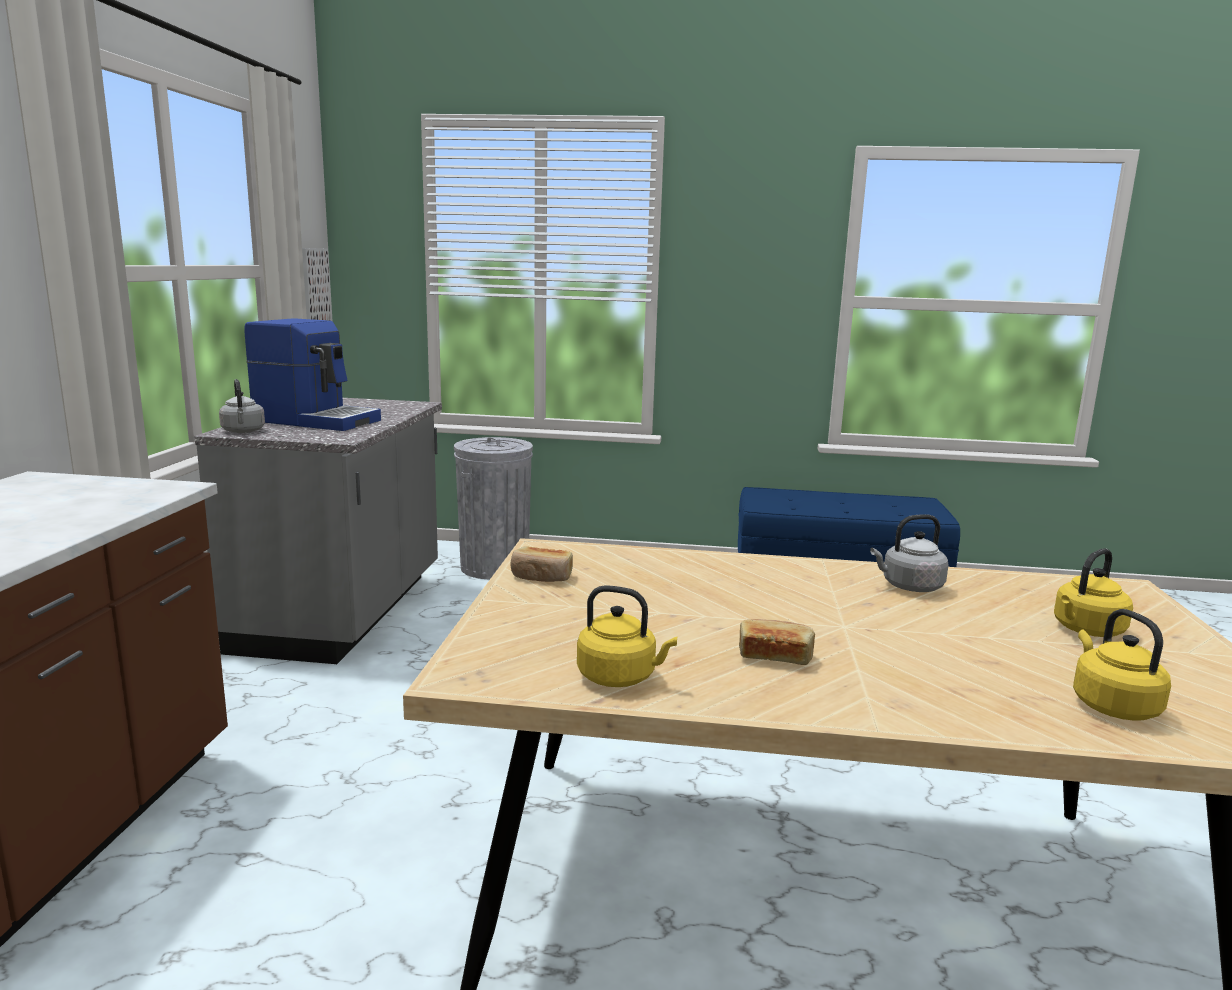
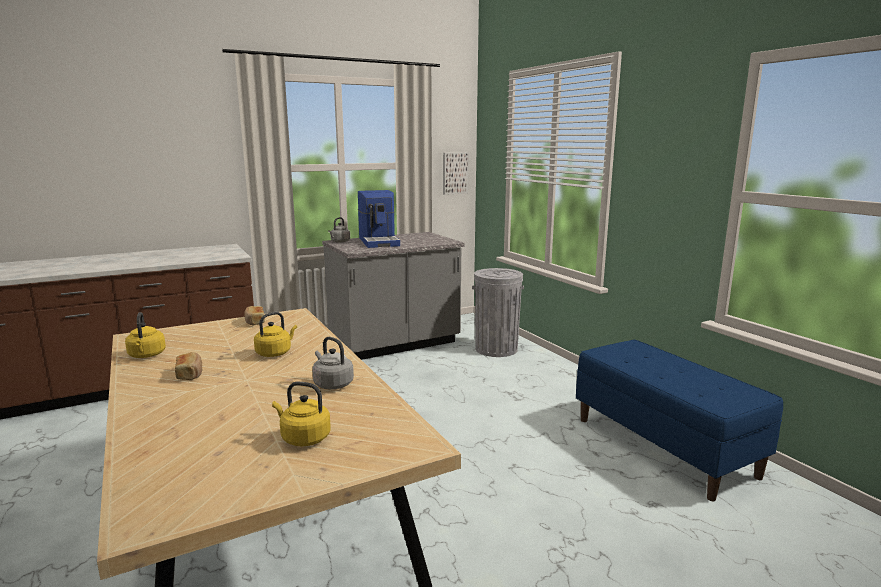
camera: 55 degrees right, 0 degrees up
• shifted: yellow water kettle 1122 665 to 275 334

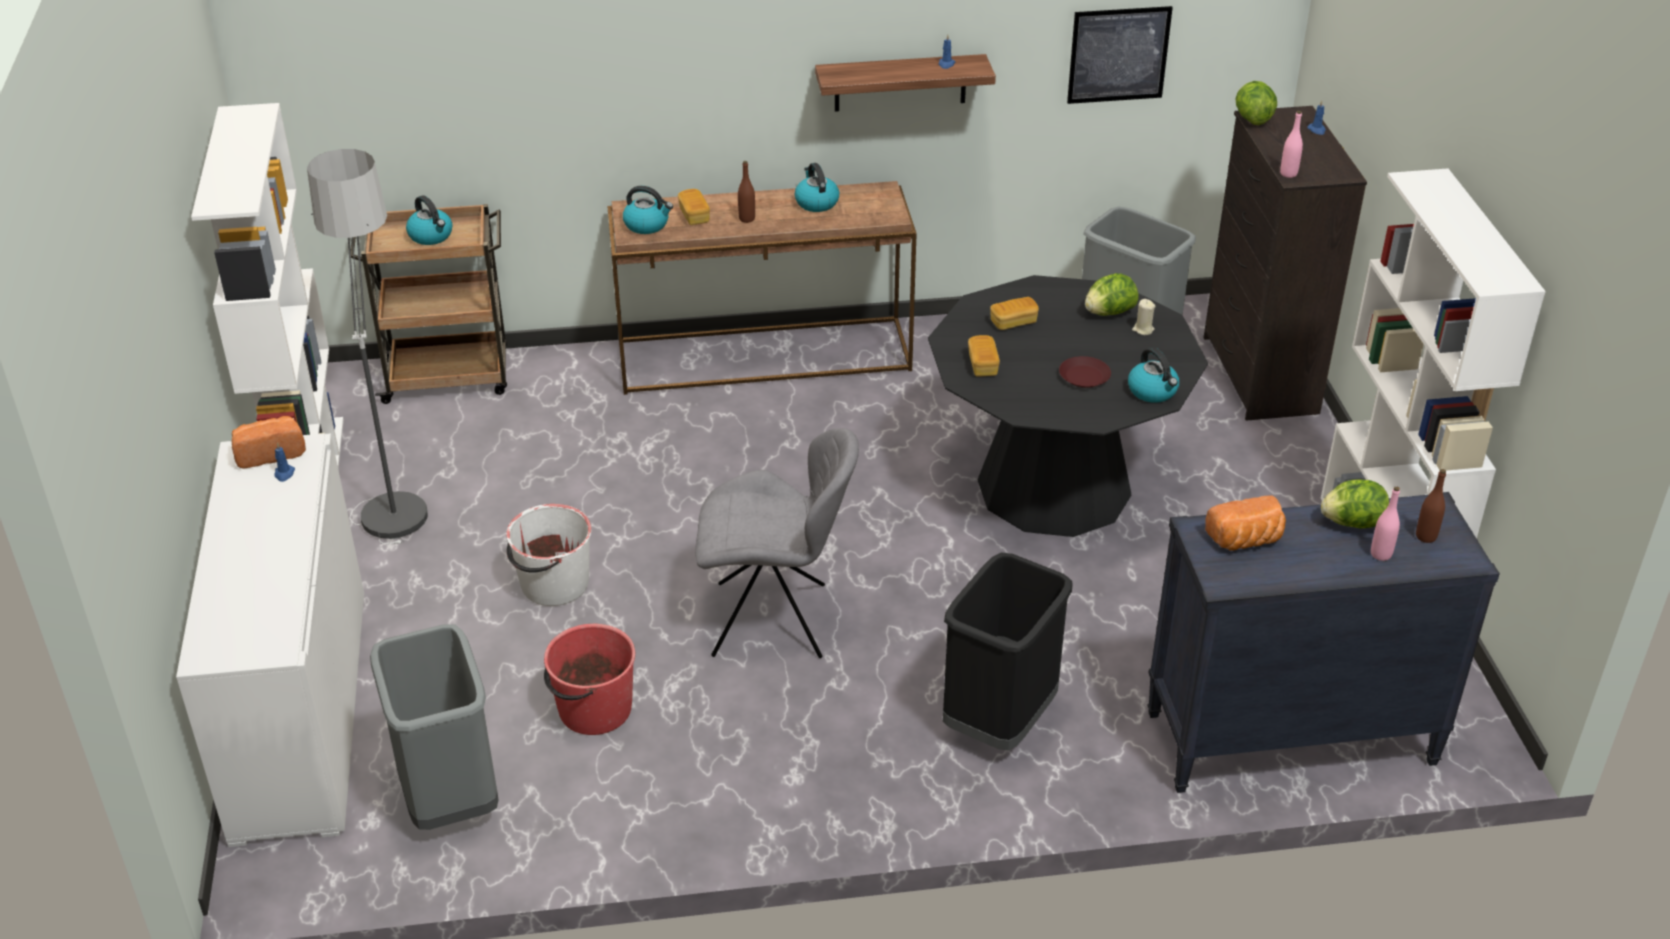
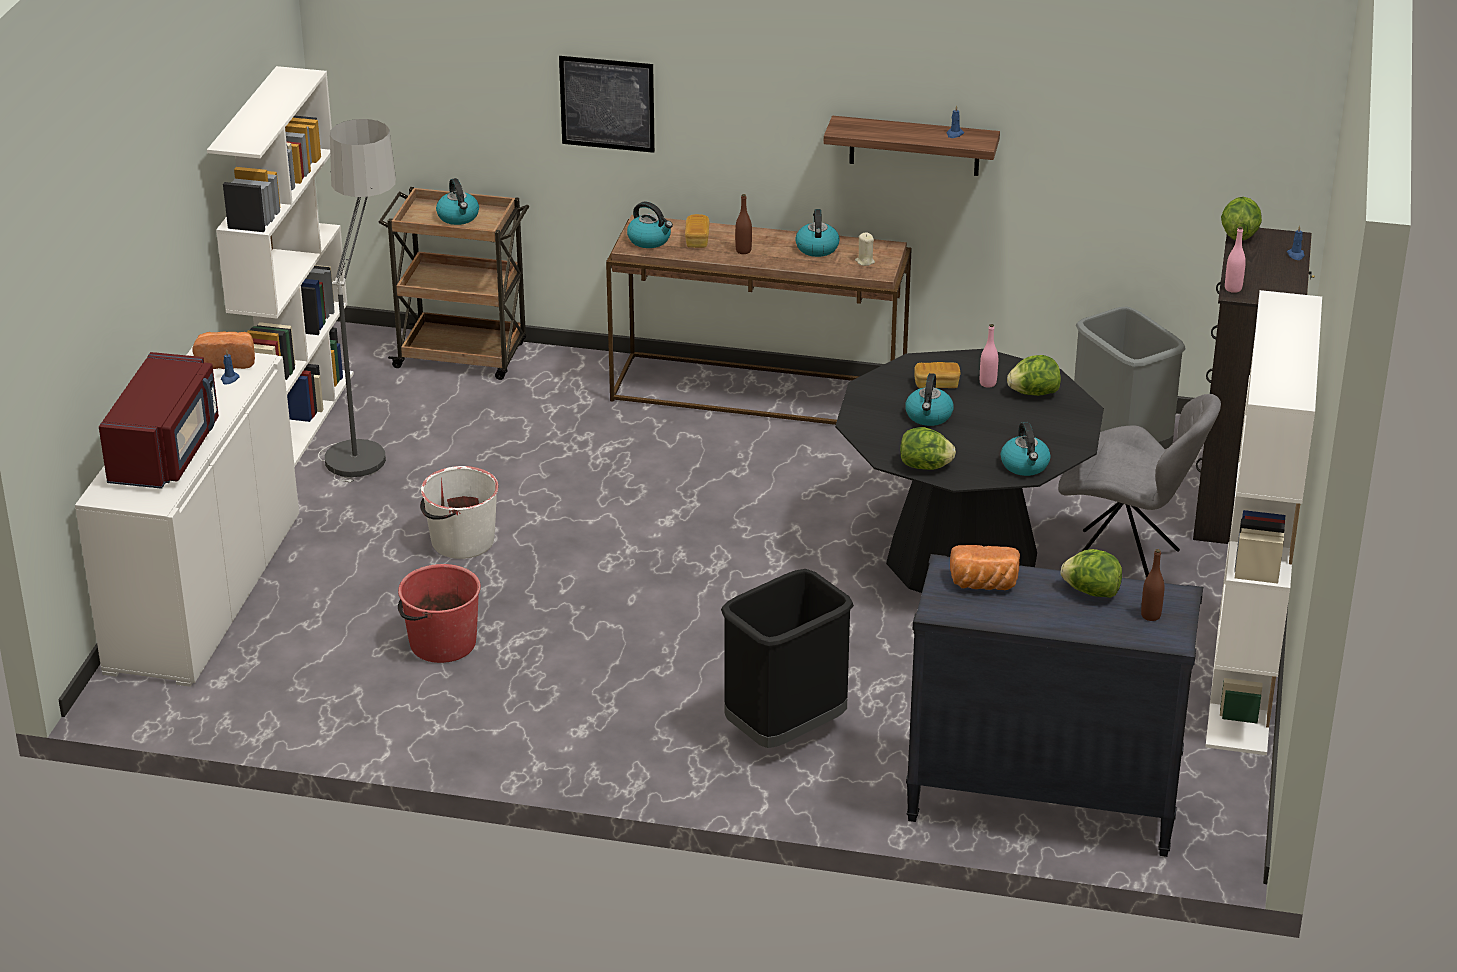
camera: 20 degrees right, 5 degrees down
• shifted: wall picture 1120 55 to 607 104
• shifted: beige-coloured candle 1143 317 to 865 249
• gone: baked bread 984 355
• gone: brown-coloured dinner plate 1085 372
• shifted: greyish chair 777 543 to 1139 486
• shifted: pink drink bottle 1385 523 to 989 356
• gone: greyish waste bin 434 727
• new: red-coloured kitchen microwave 159 420
• new: water kettle 929 399
• new: head of lettuce 928 448

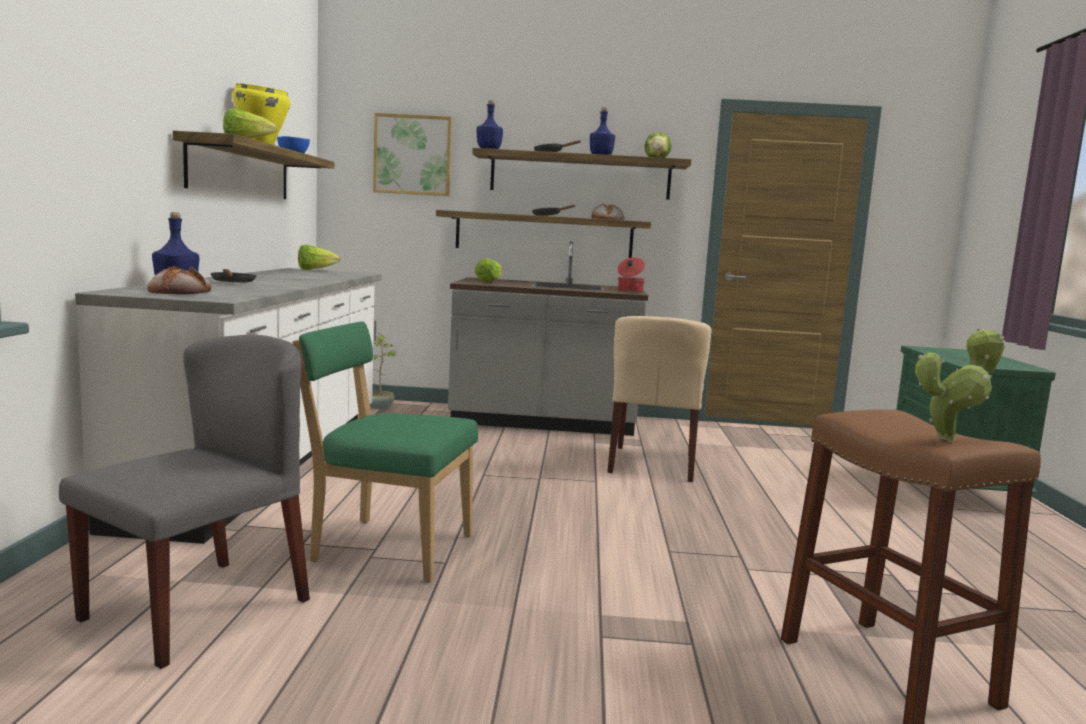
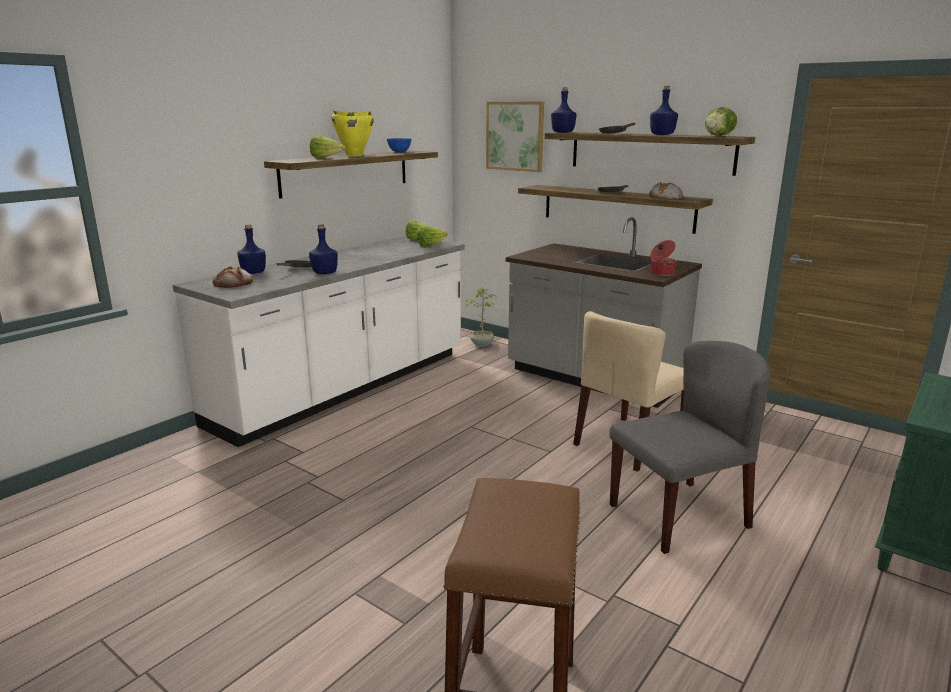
camera: 35 degrees right, 10 degrees up
• shifted: head of lettuce 488 270 to 432 236
• gone: green chair 385 451
• gone: houseplant 960 384
• shifted: greyish chair 184 502 to 689 447
• new: bluish drink bottle 323 249

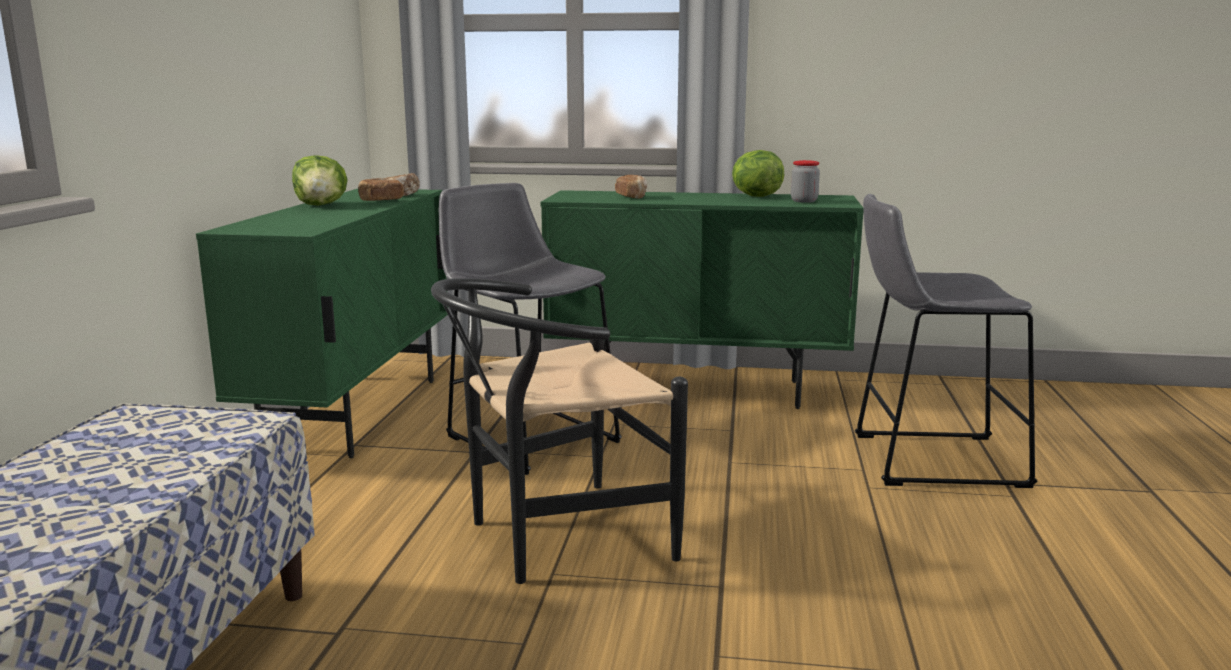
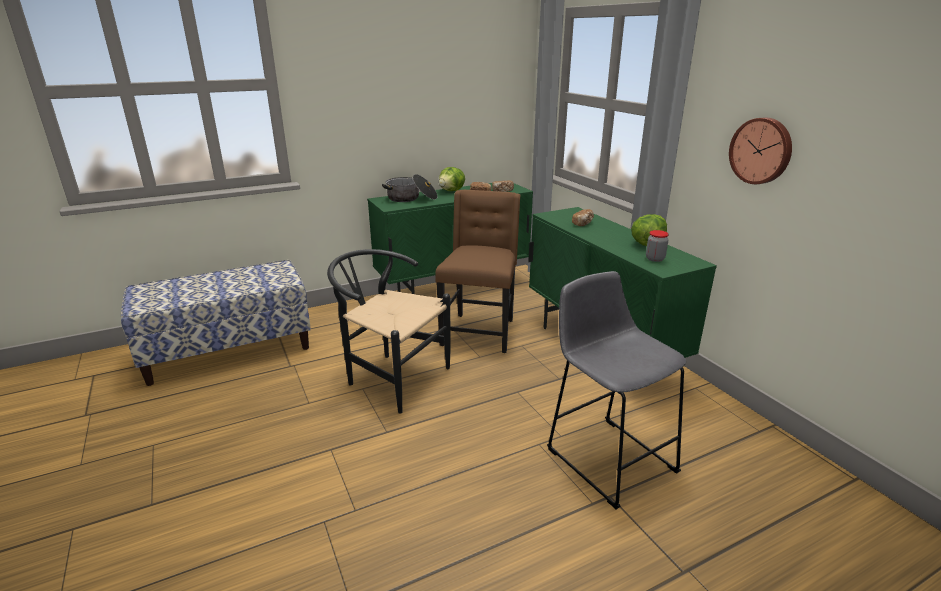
camera: 55 degrees right, 10 degrees up
• swapped: greyish stool 530 329 to brown-coloured chair 478 271
• new: hanging clock 760 150
• new: cooking pot 410 188

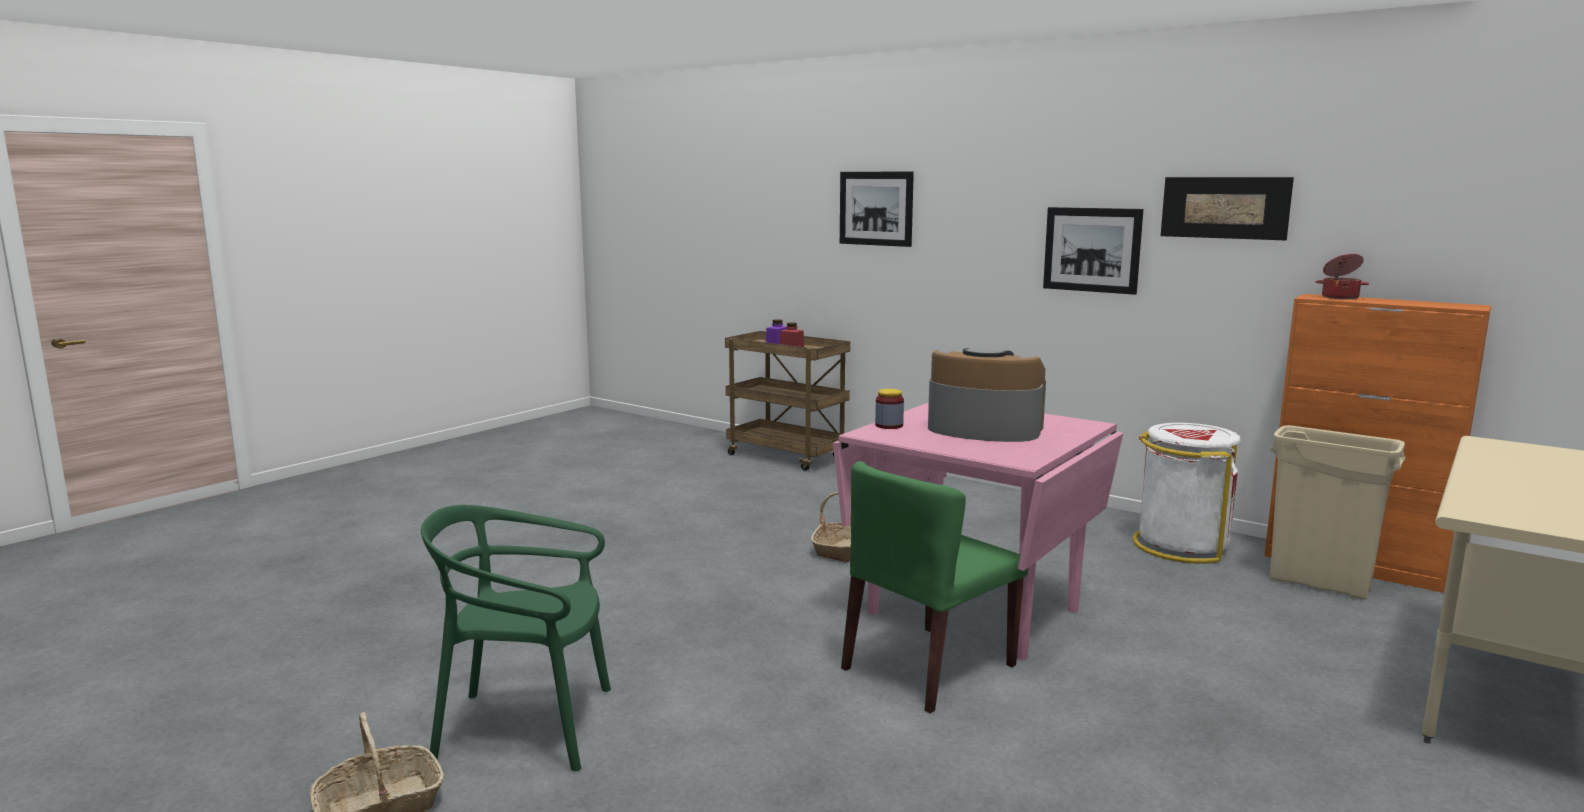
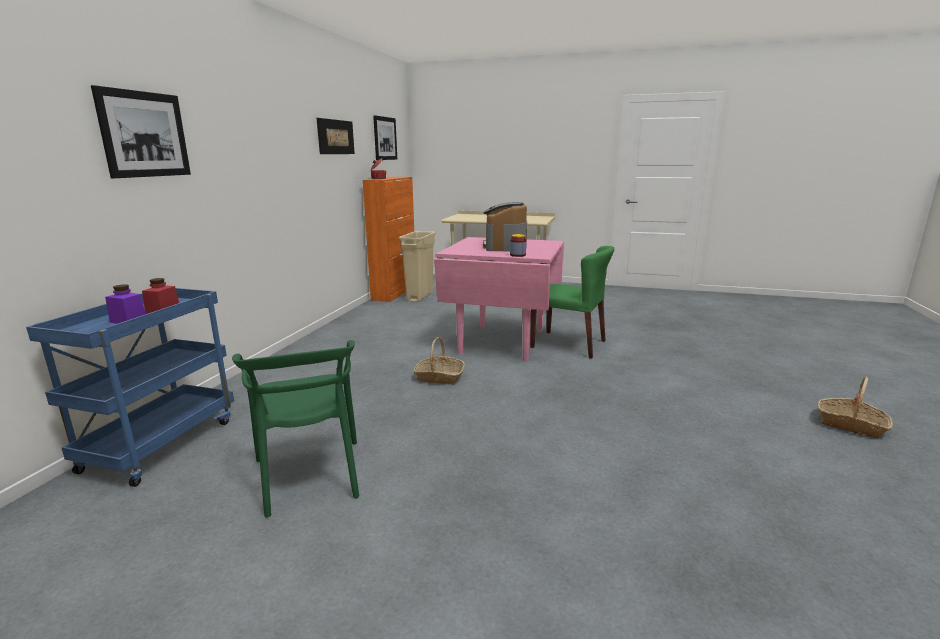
camera: 110 degrees left, 5 degrees up
• shifted: wall picture 1093 251 to 385 137
• repainted: brown-coloured trolley 787 401 to bluish trolley 130 387
• gone: white-coloured waste bin 1186 493
• shifted: green chair 516 638 to 295 429

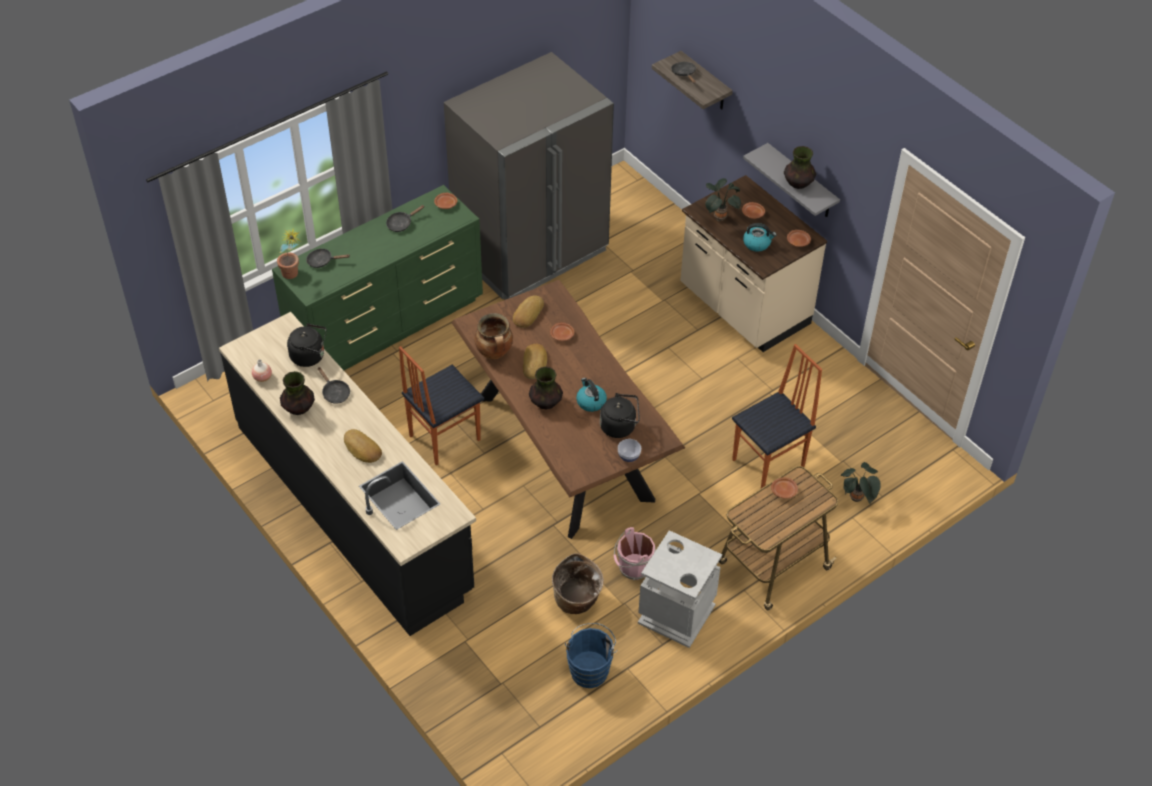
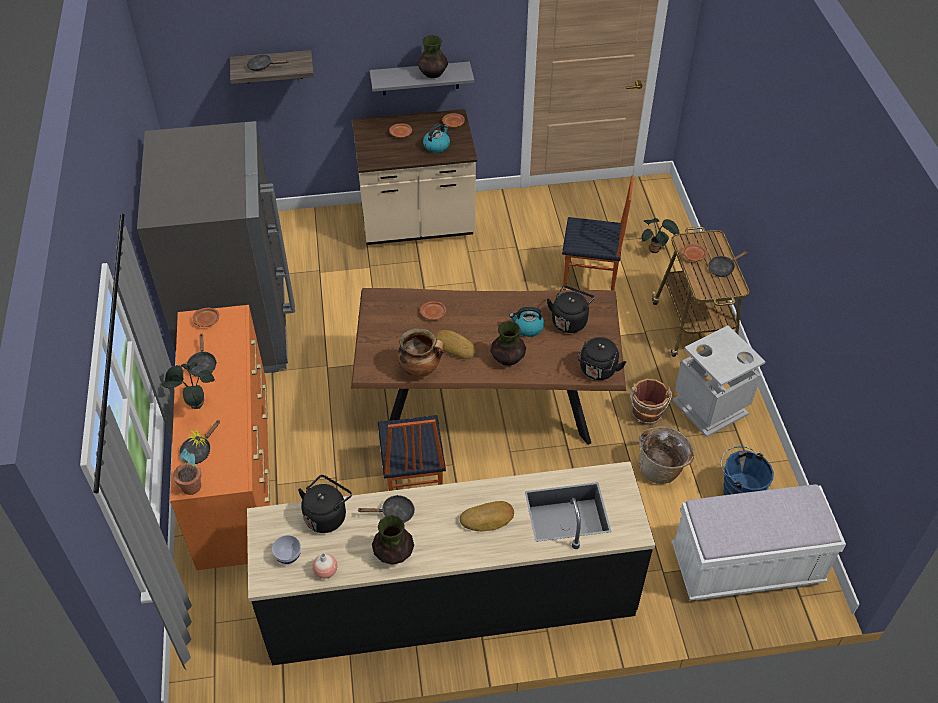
camera: 60 degrees left, 0 degrees up
• shifted: houseplant 723 199 to 188 385
• repainted: green drawer chest 377 277 to orange drawer chest 220 437
• gone: baked bread 528 311
• rotated: chair 777 416 = 598 232 105 degrees clockwise
• shifted: bowl 629 450 to 286 549
• repainted: pink bucket 634 553 to brown-coloured bucket 651 402
• new: blackish skillet 728 264
• new: blackish water kettle 601 358
• new: white-coloured long seat 759 542

